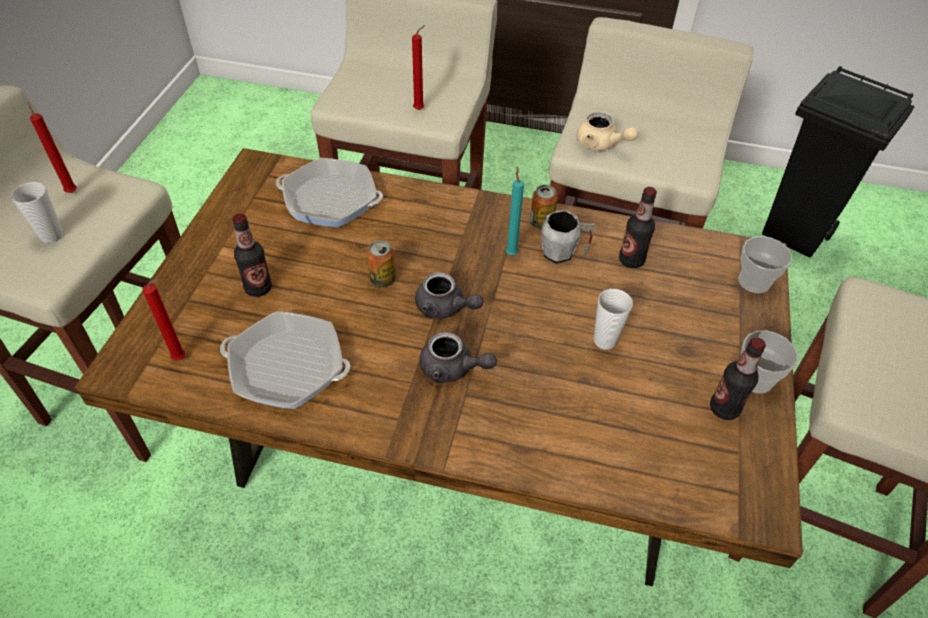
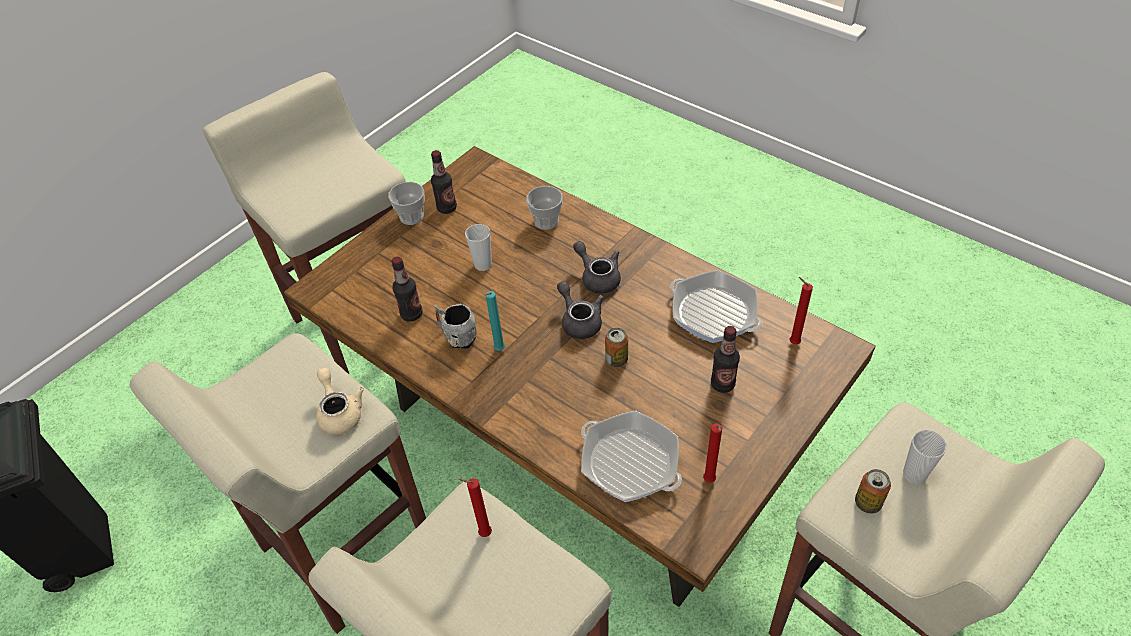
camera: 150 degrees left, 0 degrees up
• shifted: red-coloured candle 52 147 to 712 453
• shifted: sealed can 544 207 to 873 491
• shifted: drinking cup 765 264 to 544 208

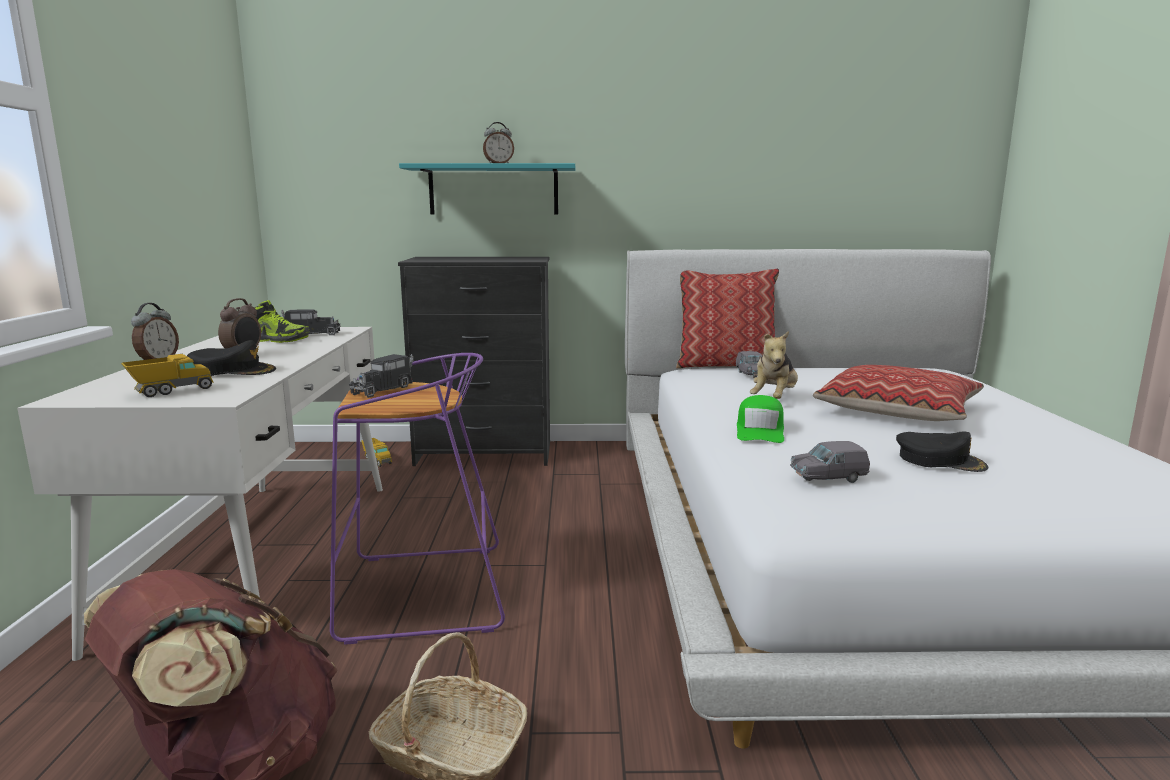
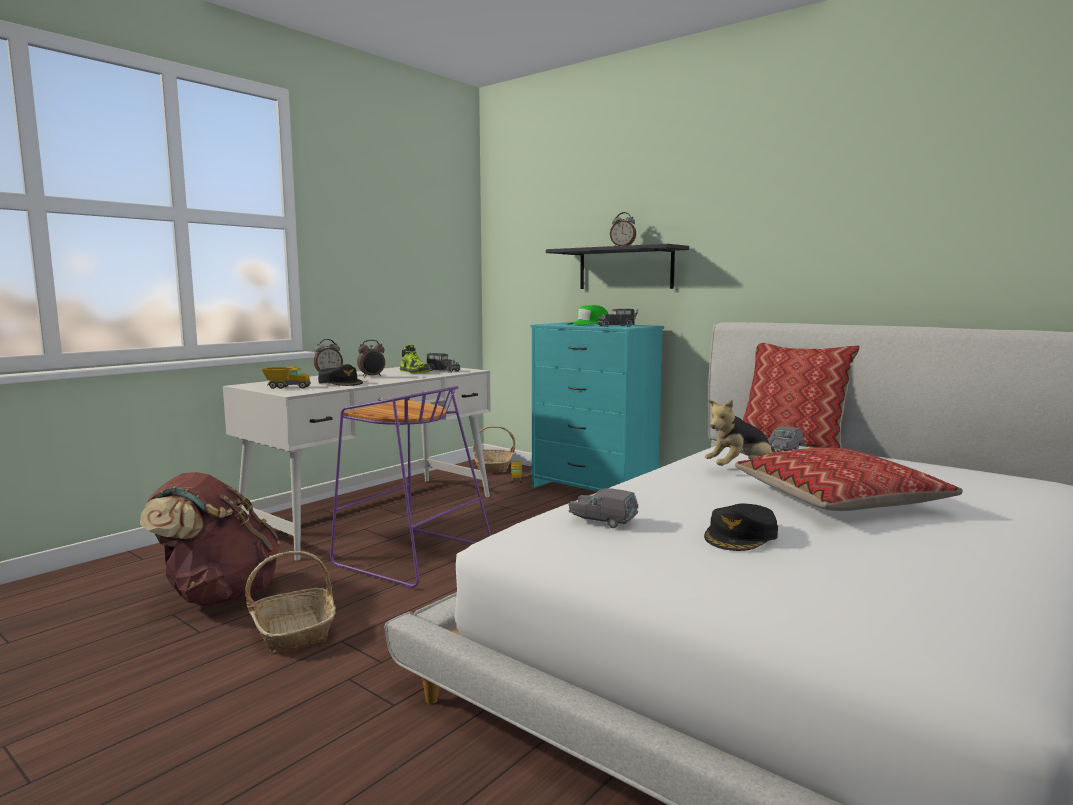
camera: 40 degrees right, 5 degrees down
• repainted: turquoise-coloured bracket shelf 487 189 to blackish bracket shelf 617 266
• repainted: blackish drawer chest 474 361 to turquoise-coloured drawer chest 597 407
• shifted: model truck 381 376 to 618 318
• shifted: green cap 760 419 to 587 315
• rotated: blackish cap 942 451 = 741 527 60 degrees clockwise
• new: household basket 494 449

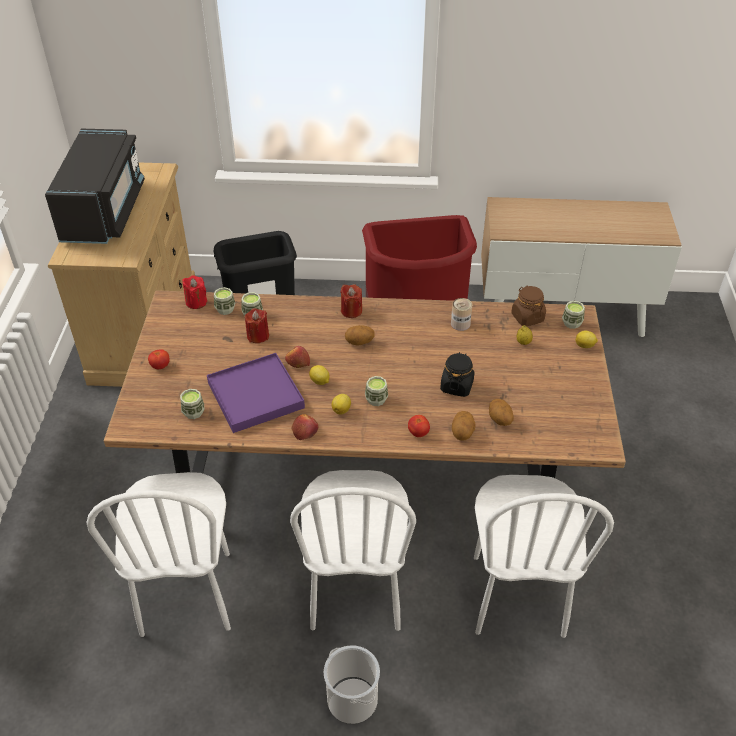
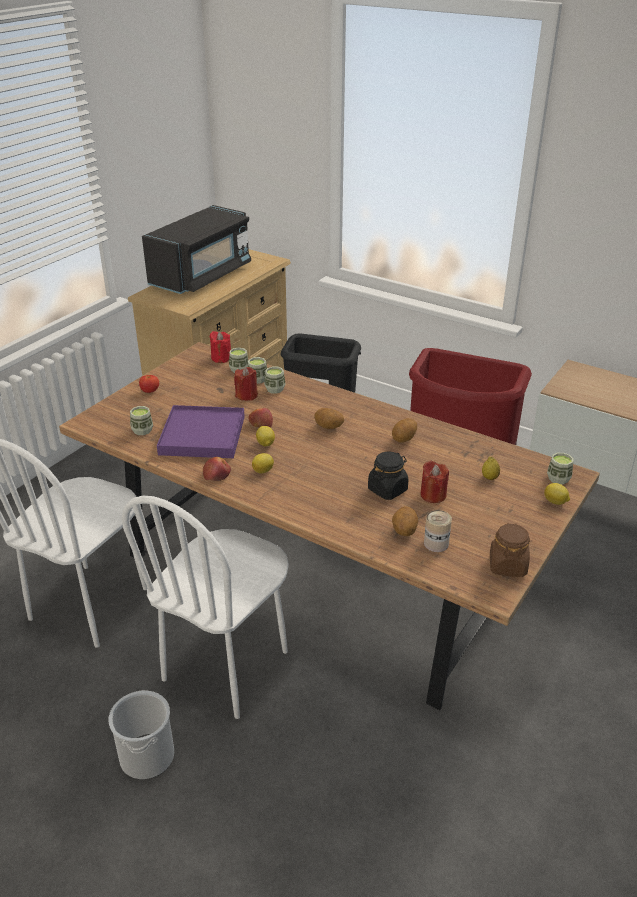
camera: 30 degrees right, 10 degrees down
• shifted: red-coloured candle 351 301 to 435 481
• shifted: brown-coloured jar 528 306 to 510 550
• shifted: sealed can 461 314 to 438 531
• shifted: drinking cup 376 391 to 275 380
• shifted: whole potato 463 426 to 404 430
• gone: whole tomato 419 426
• gone: white-coloured chair 544 556

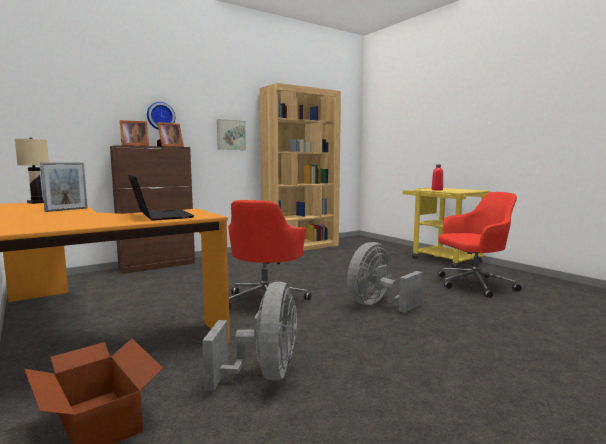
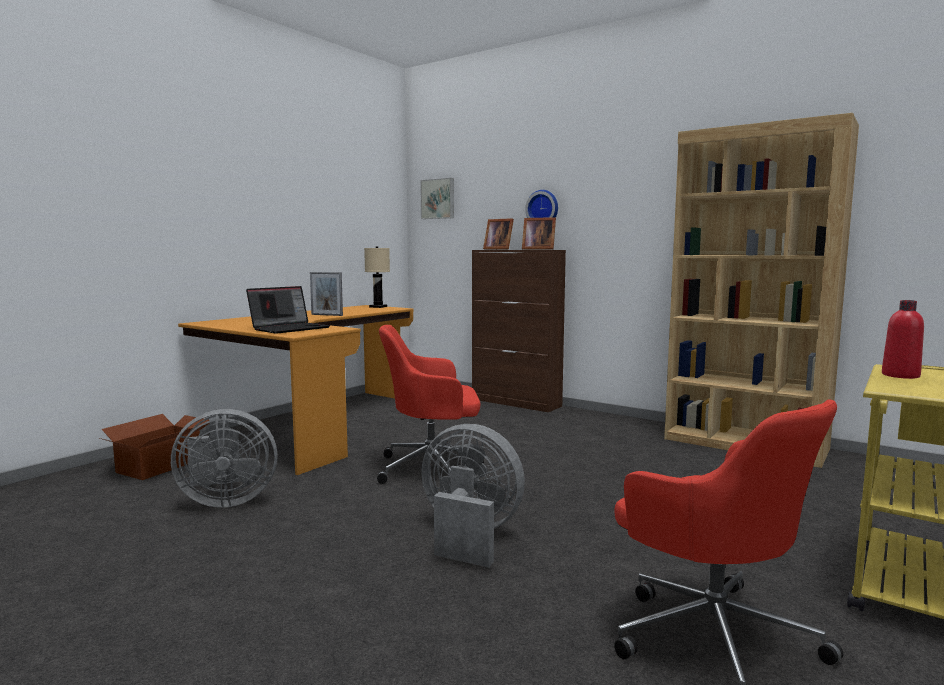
camera: 70 degrees right, 0 degrees up
• shifted: wall picture 231 134 to 437 198

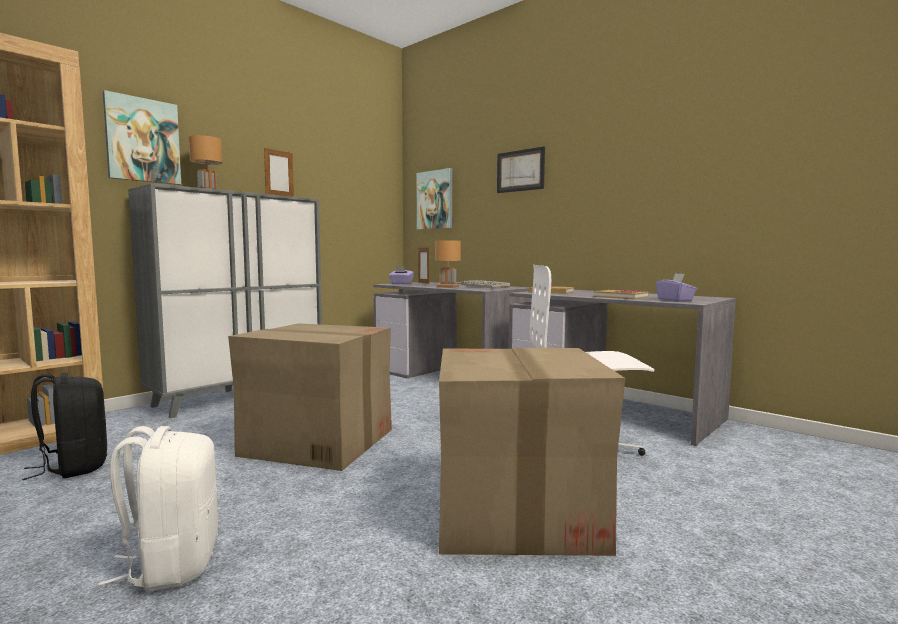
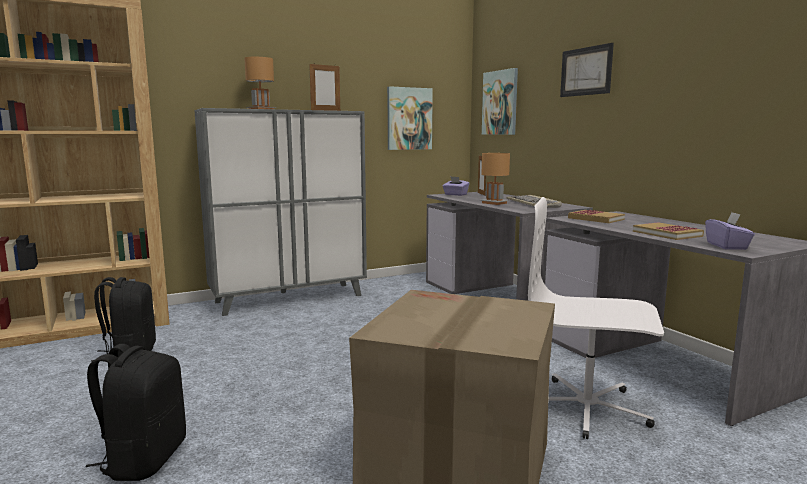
camera: 20 degrees right, 5 degrees up
• shifted: wall picture 142 137 to 410 118
• gone: carton 310 397
• repainted: white-coloured backpack 158 509 to blackish backpack 135 412

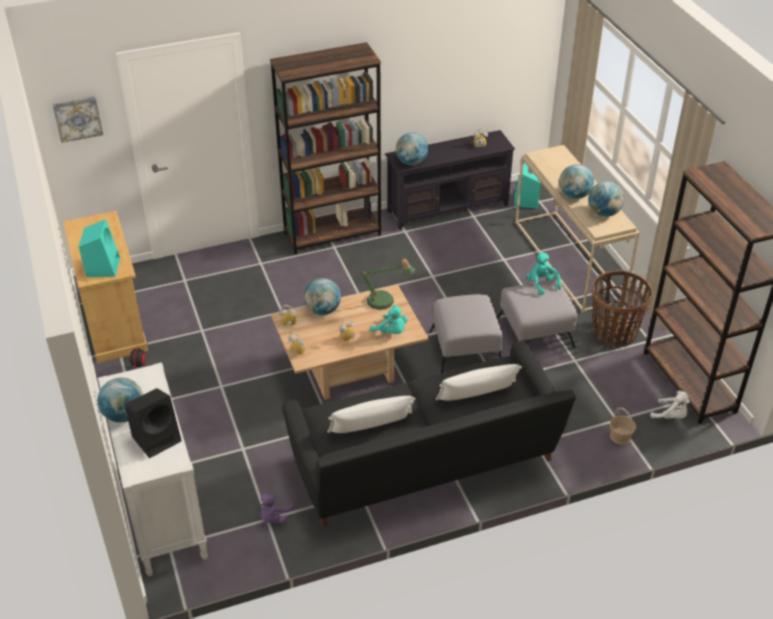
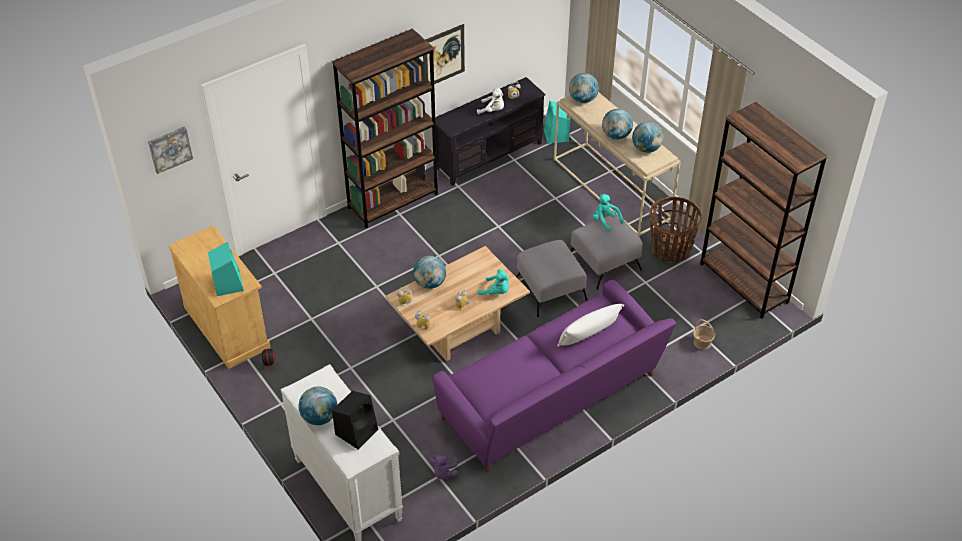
camera: 15 degrees left, 5 degrees up
• shifted: globe 412 149 to 584 88
• gone: table lamp 388 284
• repainted: blackish sofa 429 434 to purplish sofa 554 375
• shifted: white-coloured plush toy 670 405 to 490 101
• gone: white-coloured throw pillow 371 414
• new: wall picture 444 54

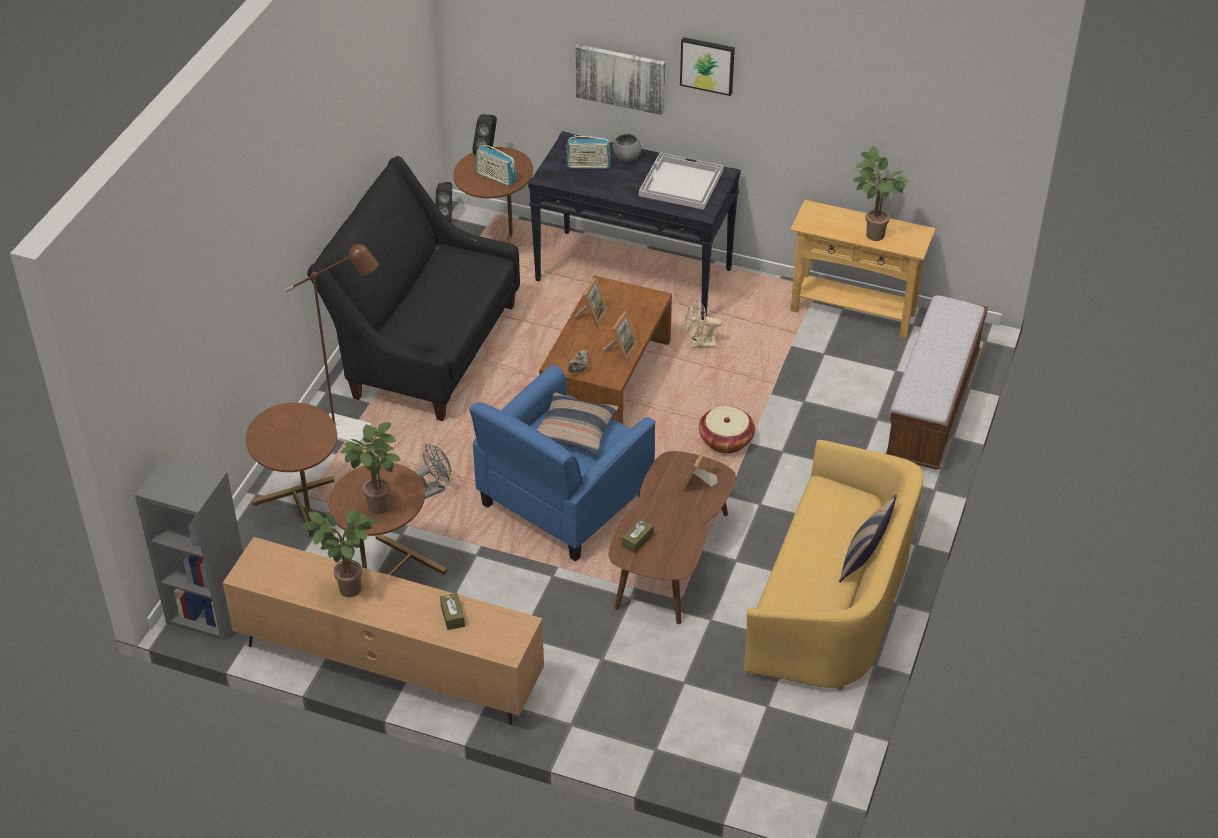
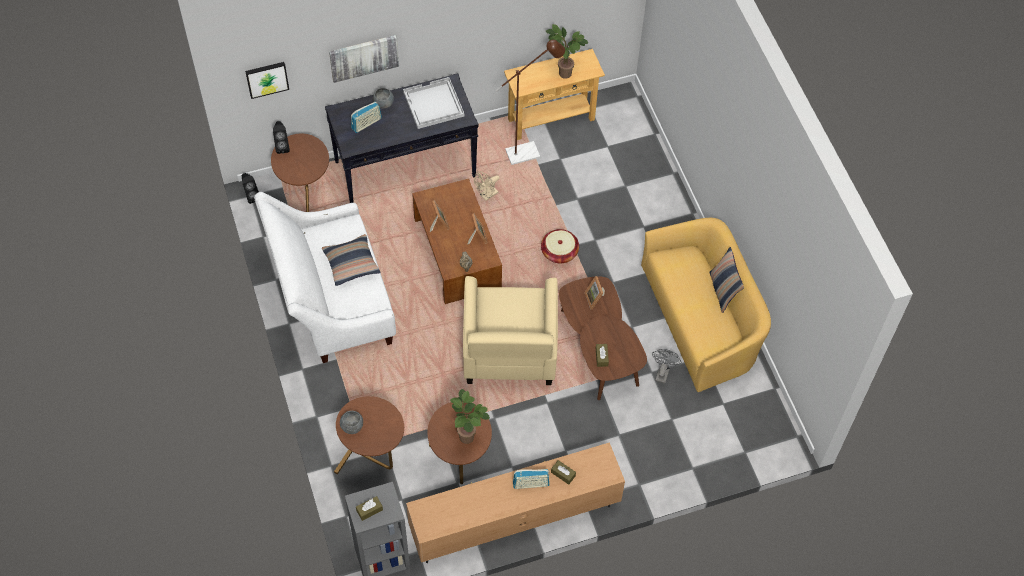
camera: 40 degrees left, 15 degrees up
• shifted: wall picture 707 66 to 267 80
• shifted: radio set 496 165 to 531 479
• repainted: blackish sofa 413 288 to white-coloured sofa 325 277
• shifted: brown-coloured standing lamp 332 344 to 530 102
• gone: long seat 937 382
• repainted: bluish easy chair 562 463 to beige-coloured easy chair 510 330
• shifted: throw pillow 578 423 to 351 260
• shifted: greyish cooling fan 433 471 to 667 366
• gone: houseplant 338 553
• new: greyish bowl 351 422
• new: brown-coloured tissue box 369 508

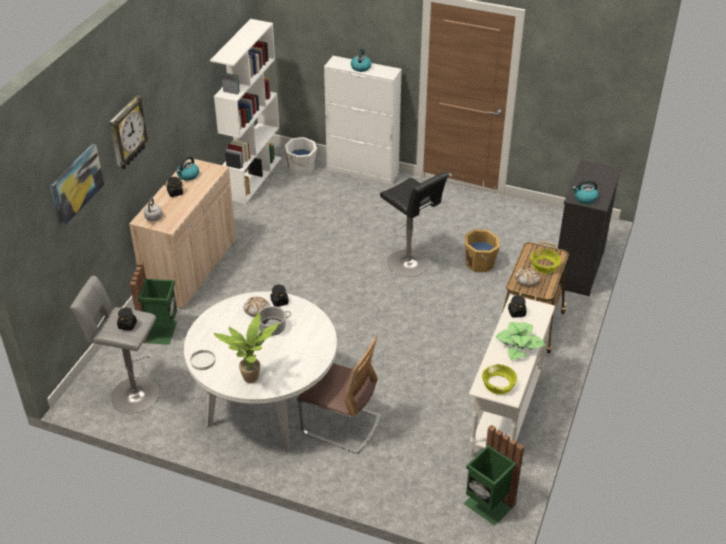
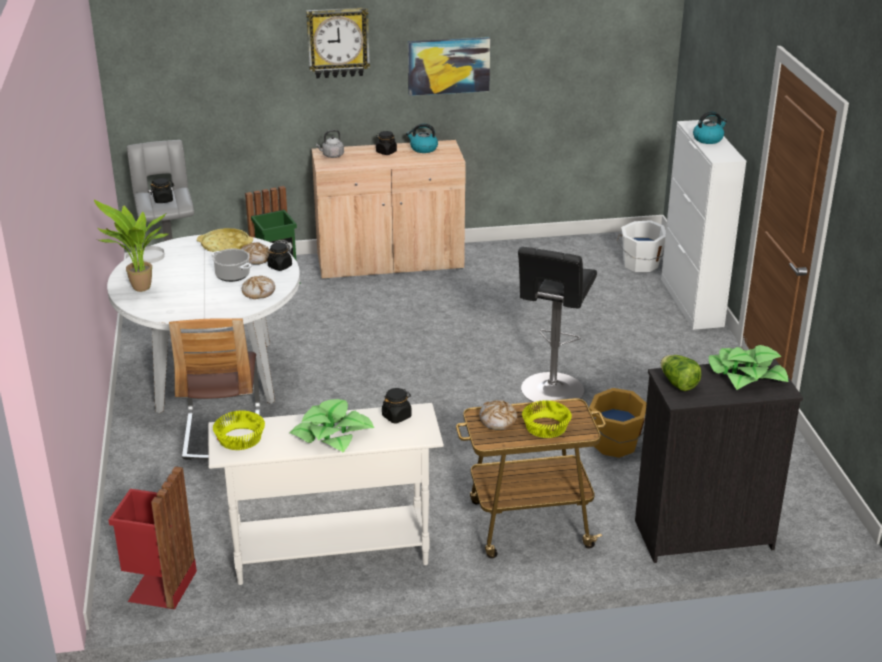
camera: 60 degrees right, 10 degrees down
• gone: white-coloured shelving unit 245 111
• shifted: wall picture 77 186 to 449 66
• swapped: water kettle 585 192 to head of lettuce 681 373
• repainted: green waste bin 493 475 to red-coloured waste bin 153 537
• new: yellow tray 225 240
• new: baked bread 258 287
• new: houseplant 748 367

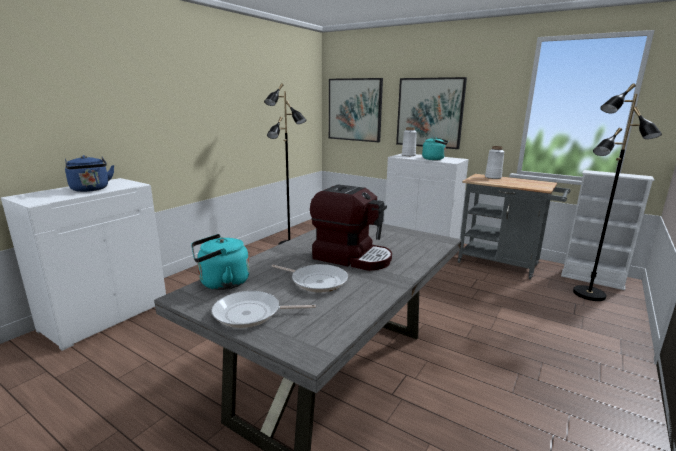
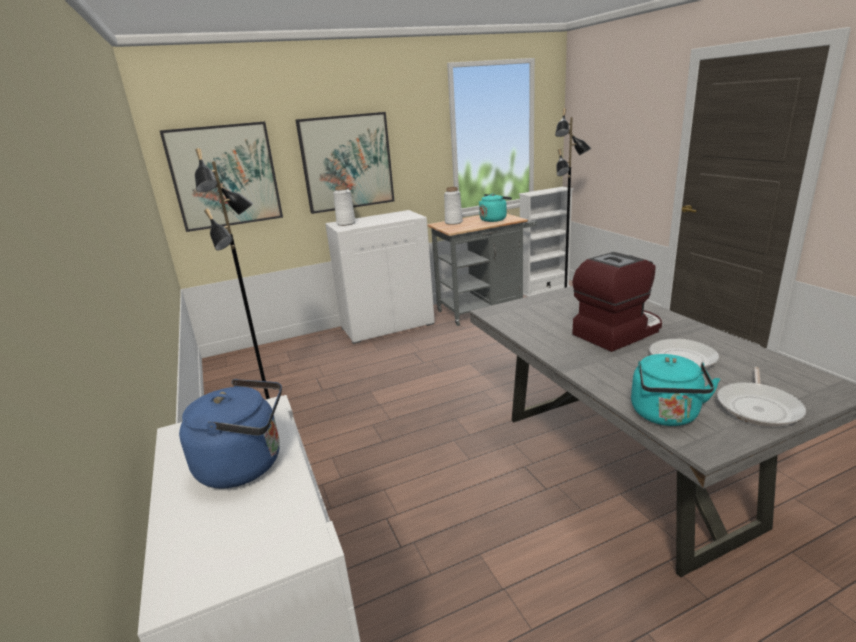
camera: 55 degrees left, 5 degrees up
• shifted: turquoise-coloured water kettle 435 148 to 495 207

